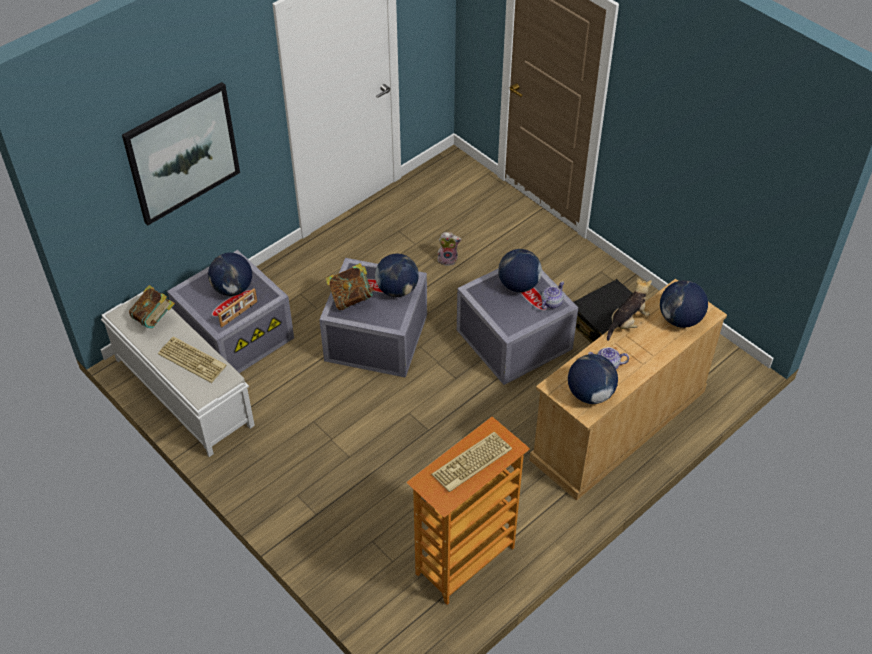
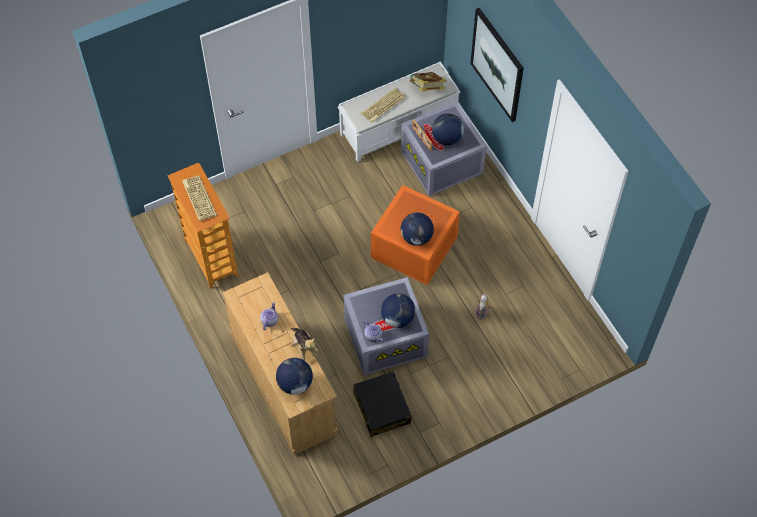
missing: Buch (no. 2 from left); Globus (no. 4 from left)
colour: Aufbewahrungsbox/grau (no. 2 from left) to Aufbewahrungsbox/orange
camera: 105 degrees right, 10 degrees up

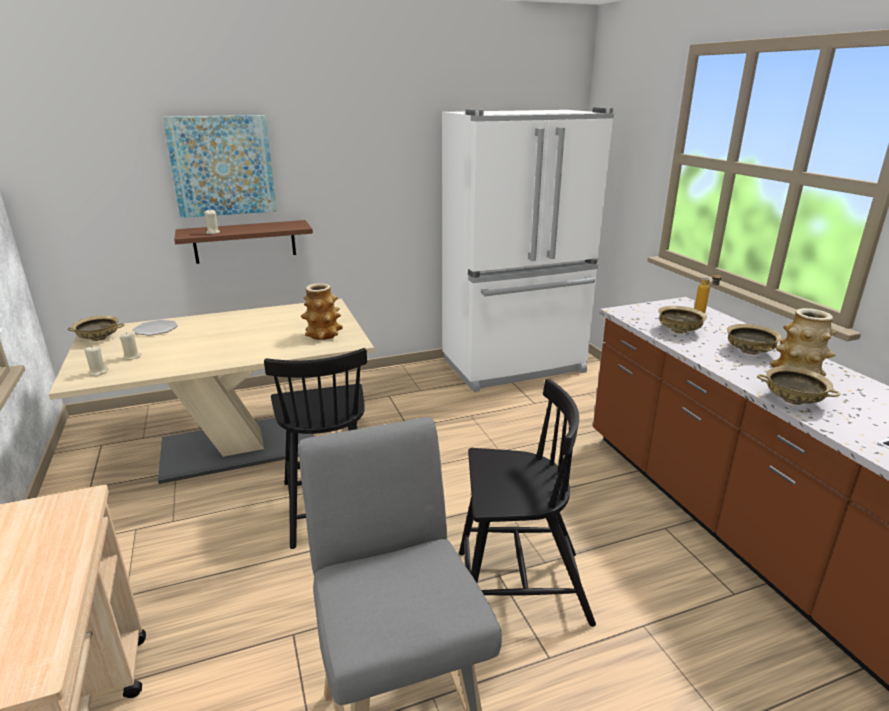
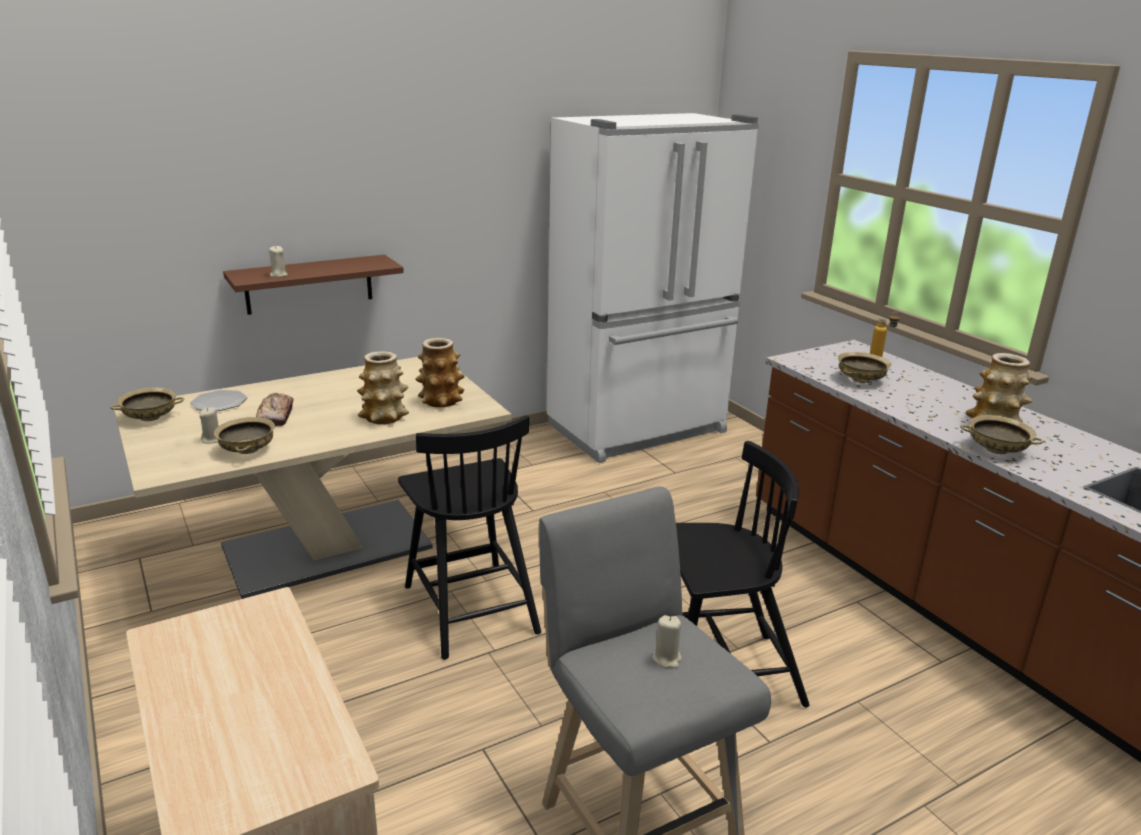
missing: Bild
appeared: Brot; Vase (no. 1 from left)
relocated: Schüssel/beige (no. 3 from left in the first image) to Schüssel/beige (no. 2 from left); Kerze/beige (no. 1 from left in the first image) to Kerze/beige (no. 3 from left)
camera: 10 degrees left, 0 degrees up

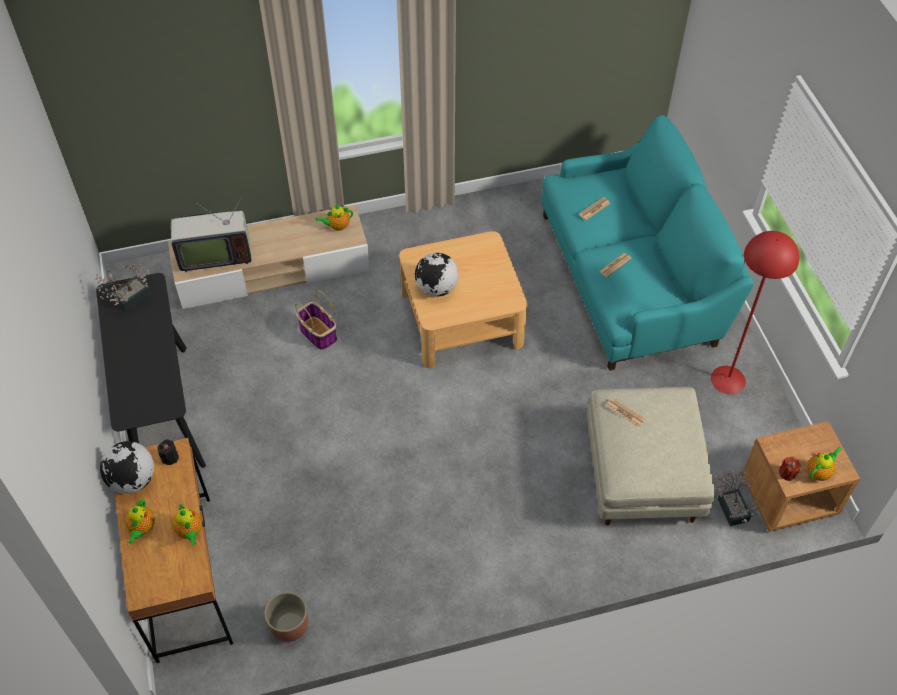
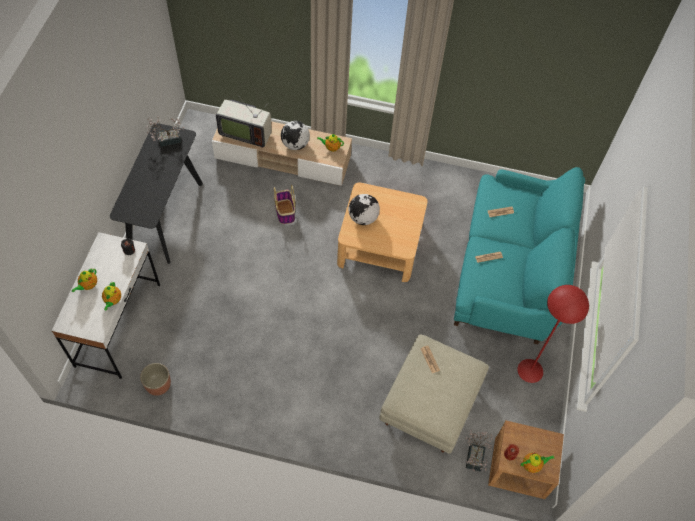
relocated: Globus (no. 1 from left)
colour: Schreibtisch/braun to Schreibtisch/weiß
camera: 25 degrees right, 5 degrees up

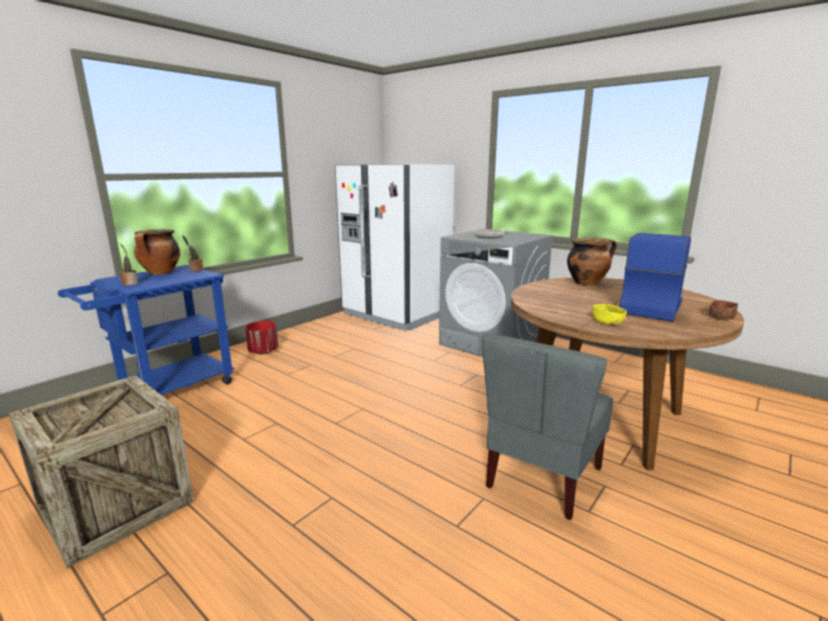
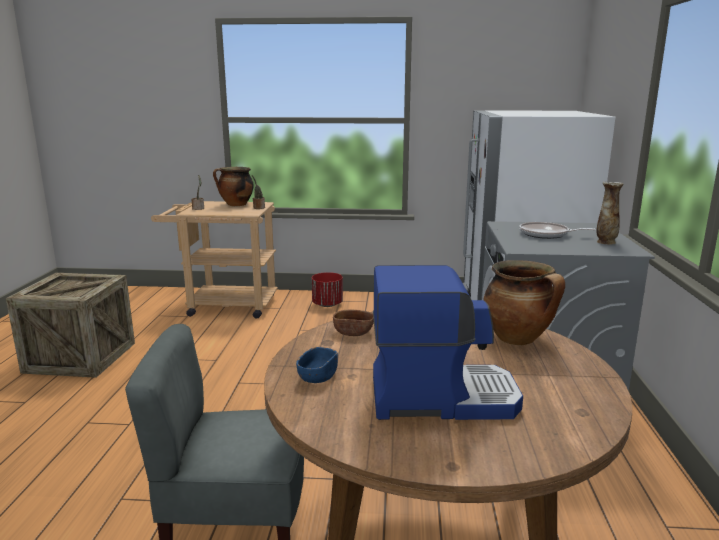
appeared: Vase
relocated: Schüssel/braun
colour: Rollwagen/blau to Rollwagen/beige; Schüssel/gelb to Schüssel/blau
camera: 55 degrees right, 0 degrees up

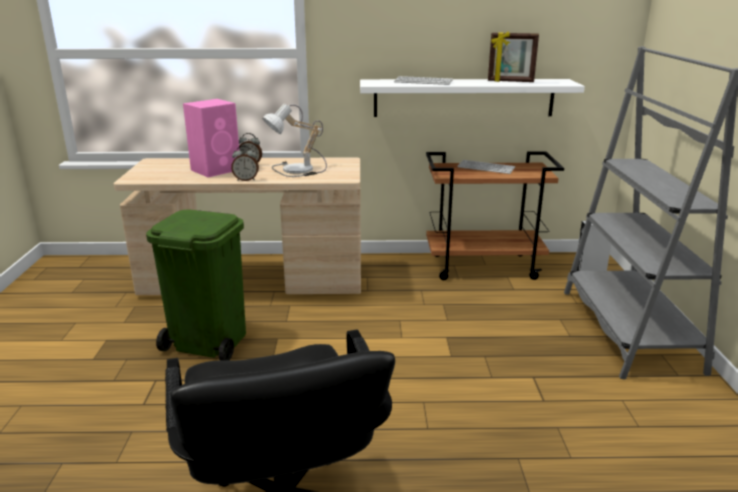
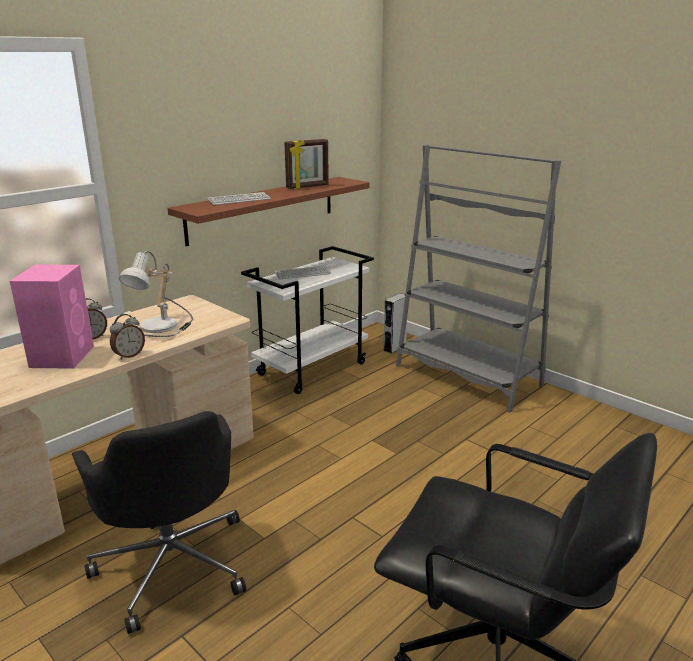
exchanged: Mülleimer/grün to Bürostuhl/schwarz (no. 1 from left)
colour: Wandregal/weiß to Wandregal/braun; Rollwagen/braun to Rollwagen/weiß
camera: 45 degrees left, 0 degrees up

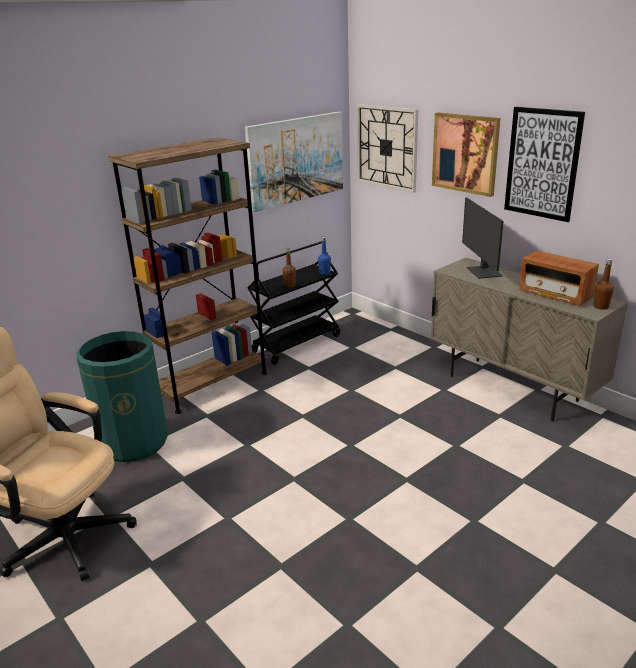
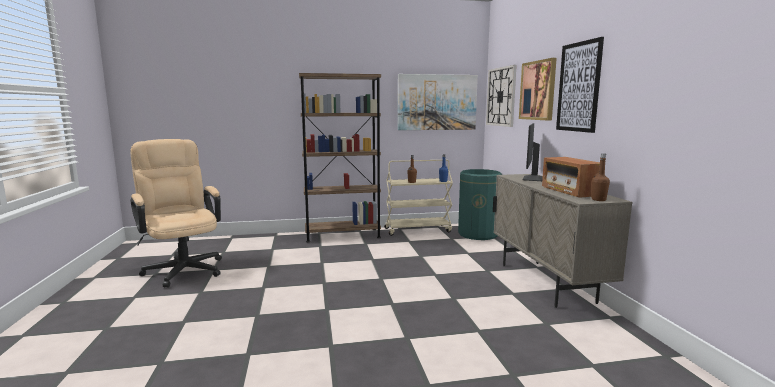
relocated: Mülleimer/grün
colour: Rollwagen/schwarz to Rollwagen/beige
camera: 30 degrees right, 15 degrees down

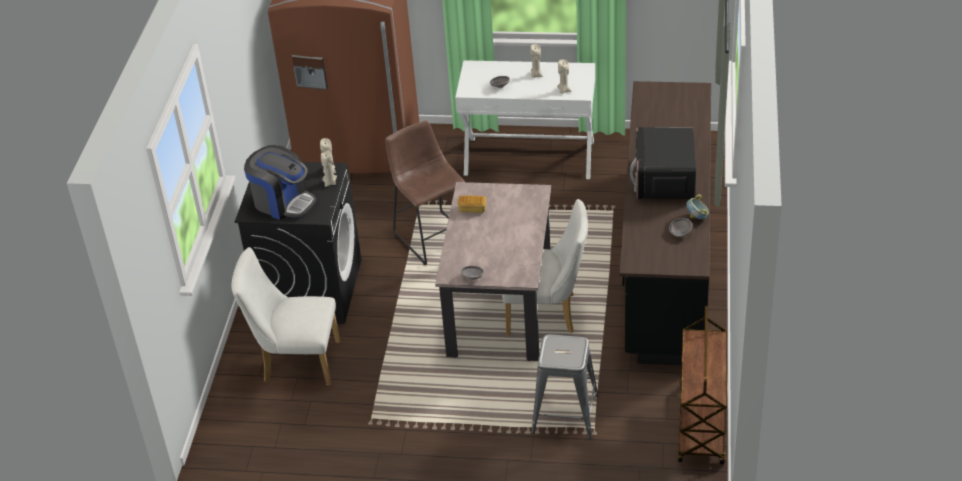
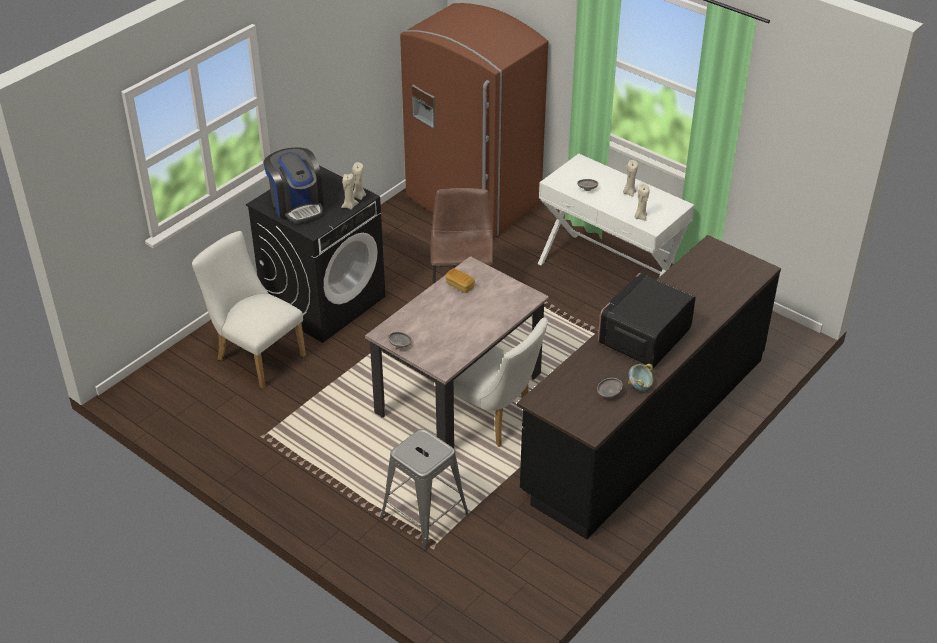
missing: Rollwagen/braun
camera: 30 degrees right, 0 degrees up

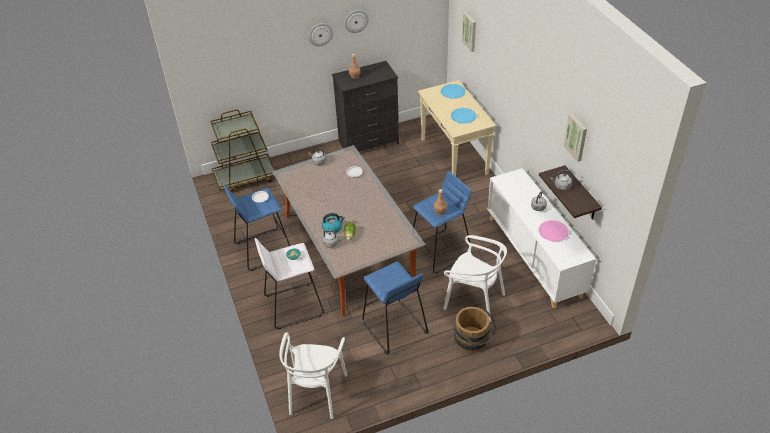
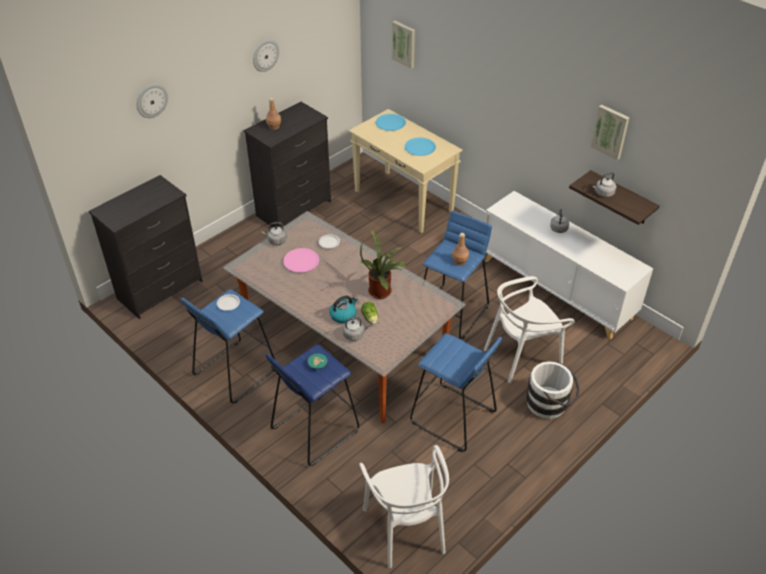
appeared: Topfpflanze
relocated: Wanduhr (no. 1 from left); Teller/rosa
exchanged: Rollwagen/braun to Kommode/schwarz (no. 1 from left)
colour: Hocker/weiß to Hocker/blau (no. 2 from left); Eimer/braun to Eimer/weiß
spun: Stuhl/weiß (no. 2 from left) 150 degrees clockwise
camera: 25 degrees left, 0 degrees up

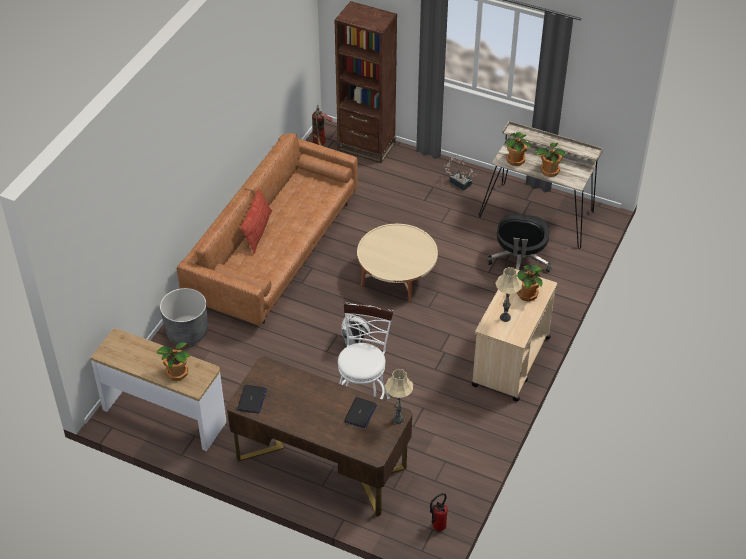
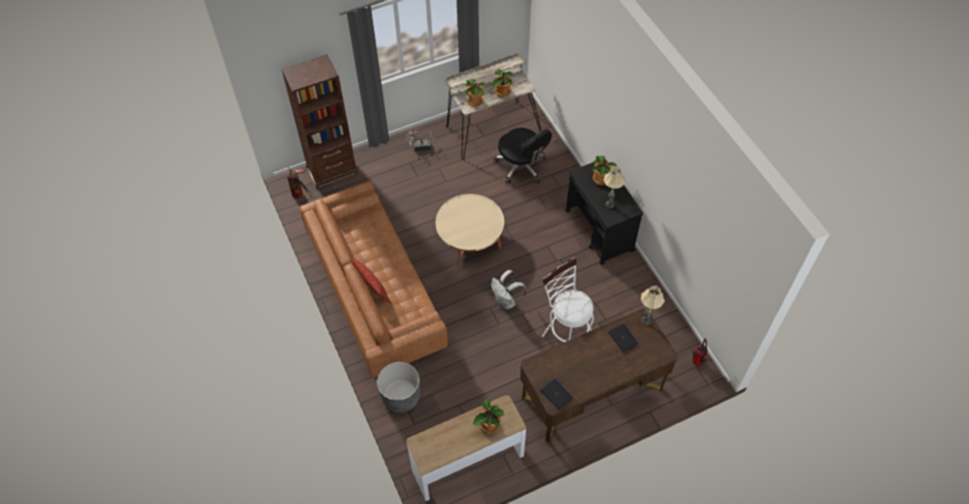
colour: Rollwagen/beige to Rollwagen/schwarz
camera: 50 degrees left, 10 degrees up

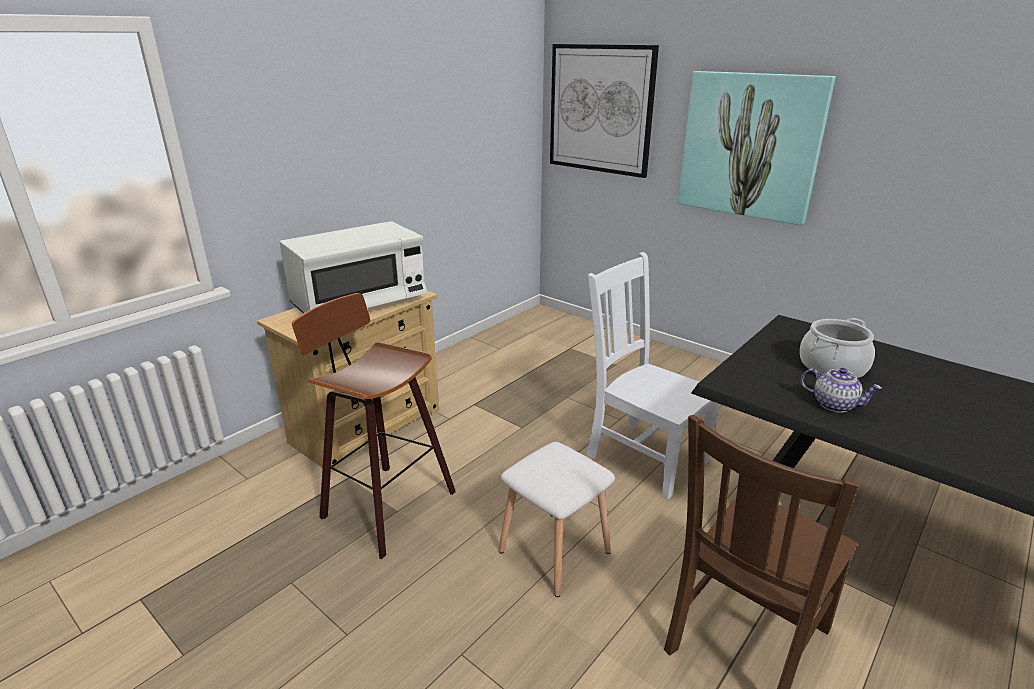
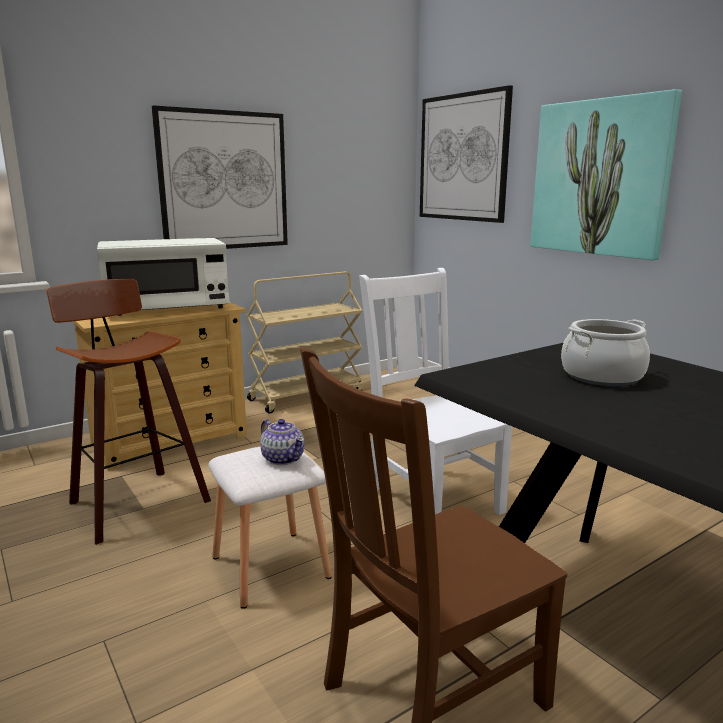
appeared: Bild (no. 1 from left); Rollwagen/beige
relocated: Teekanne
camera: 15 degrees right, 10 degrees down

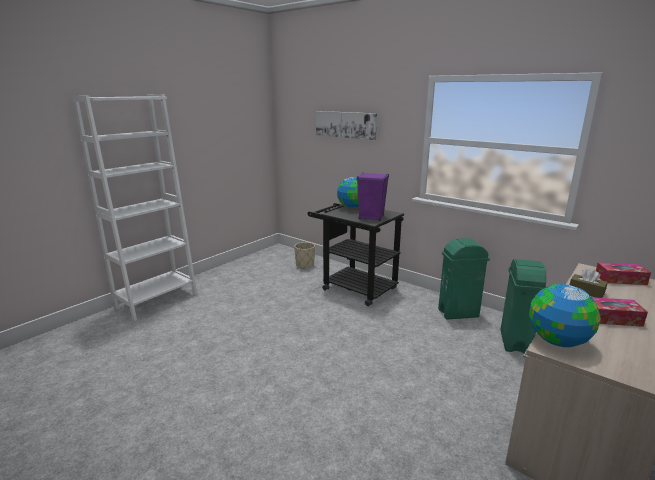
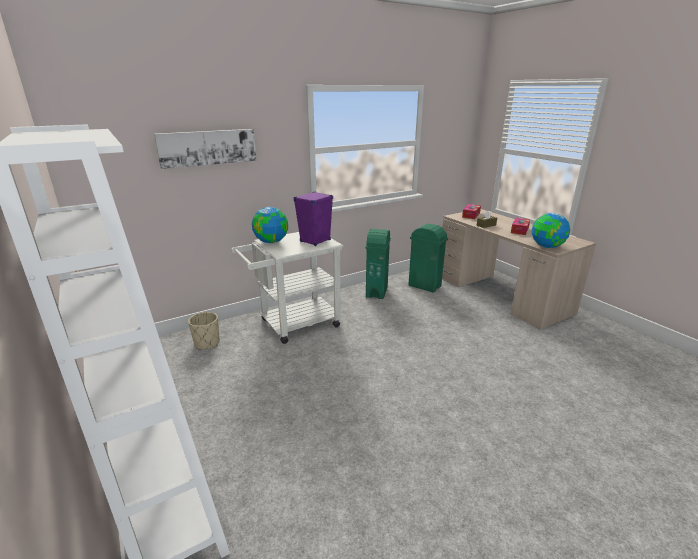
colour: Rollwagen/schwarz to Rollwagen/weiß
camera: 70 degrees left, 5 degrees up

